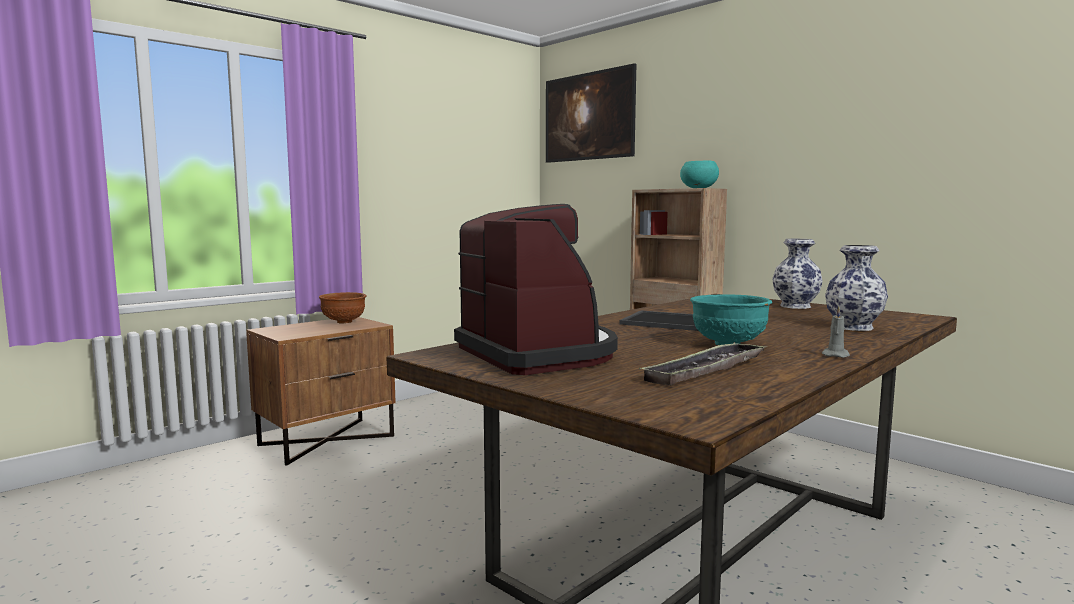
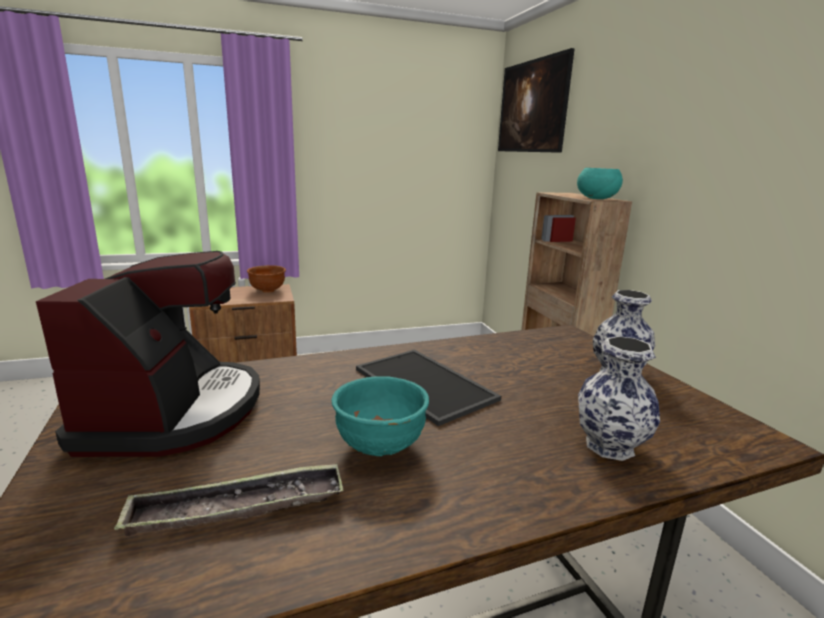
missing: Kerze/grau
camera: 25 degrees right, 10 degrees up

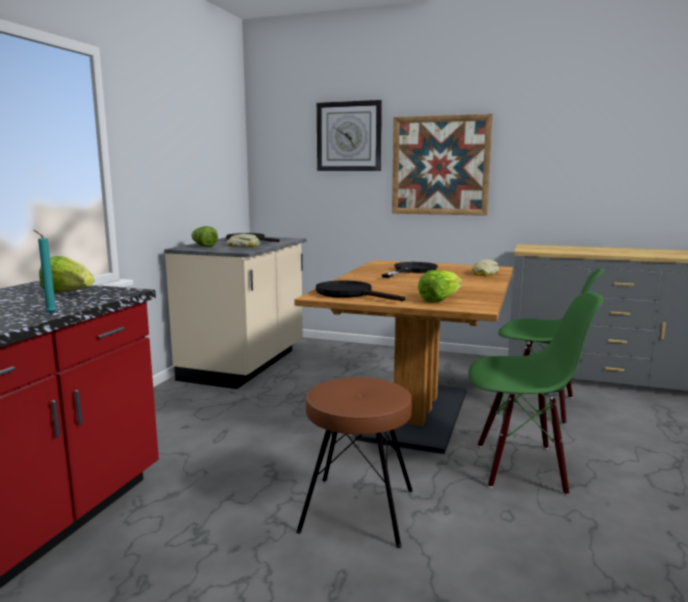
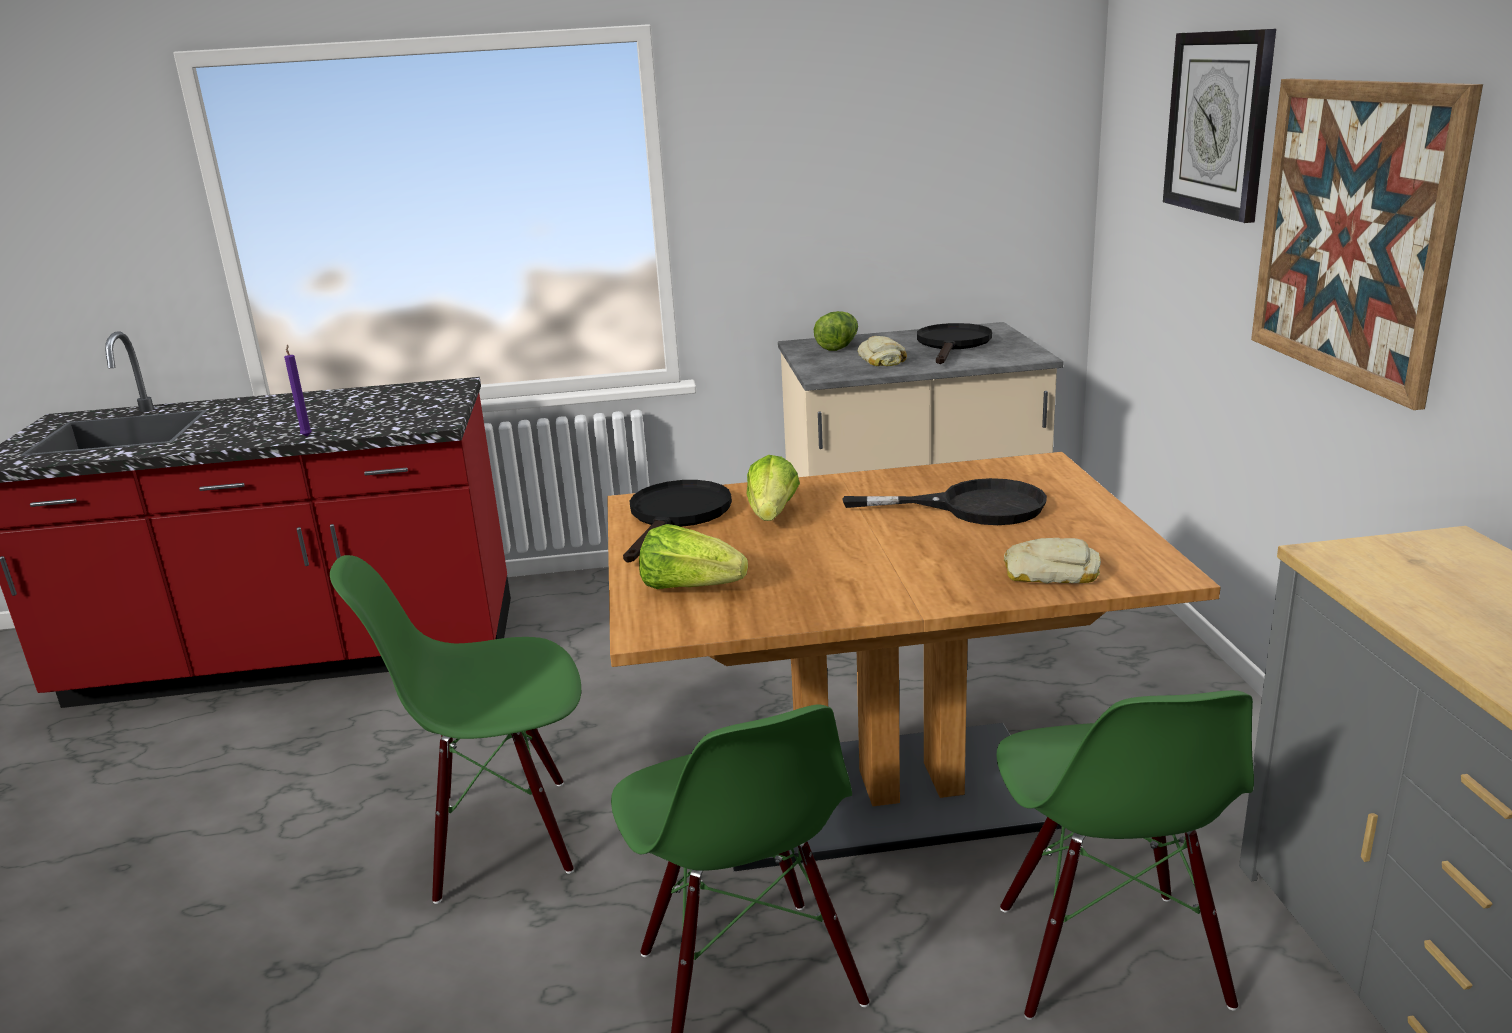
relocated: Salatkopf (no. 1 from left in the first image) to Salatkopf (no. 2 from left)
exchanged: Hocker/braun to Stuhl/grün (no. 1 from left)
colour: Kerze/türkis to Kerze/lila
camera: 65 degrees right, 10 degrees up

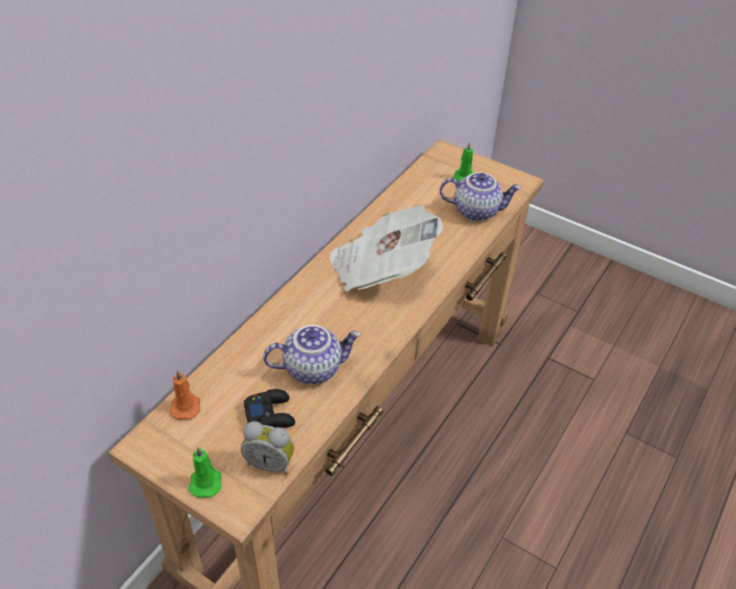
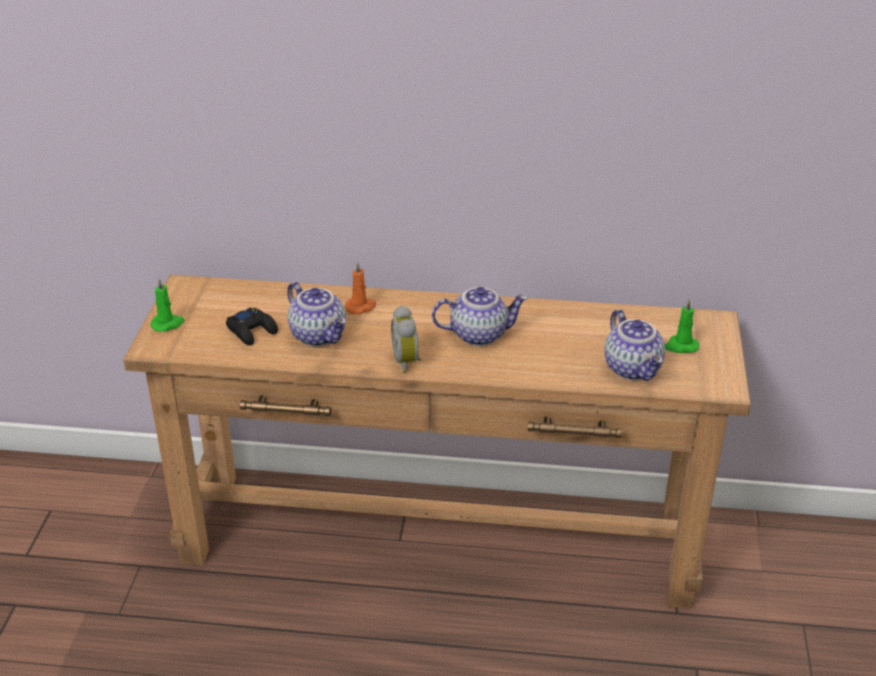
relocated: Kerze/orange; Wecker
exchanged: Zeitung to Teekanne (no. 2 from left)
camera: 65 degrees right, 10 degrees down

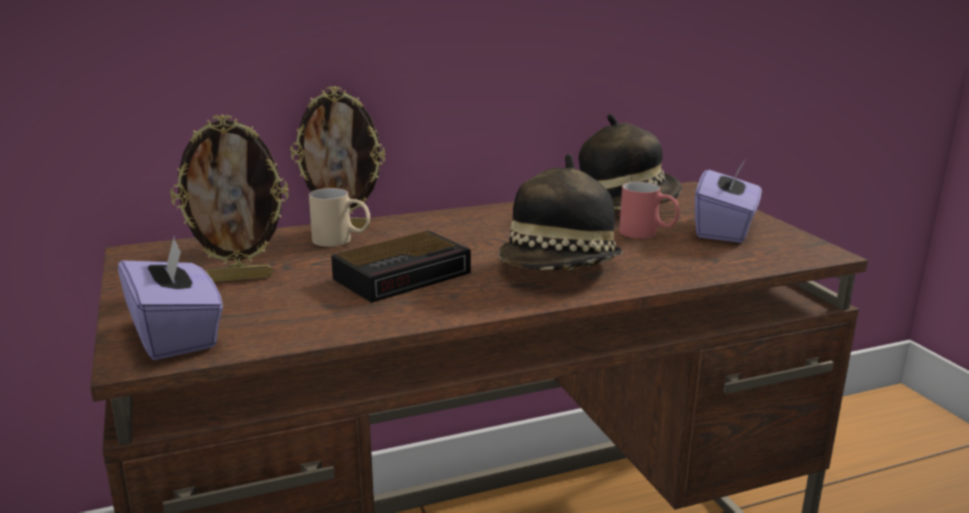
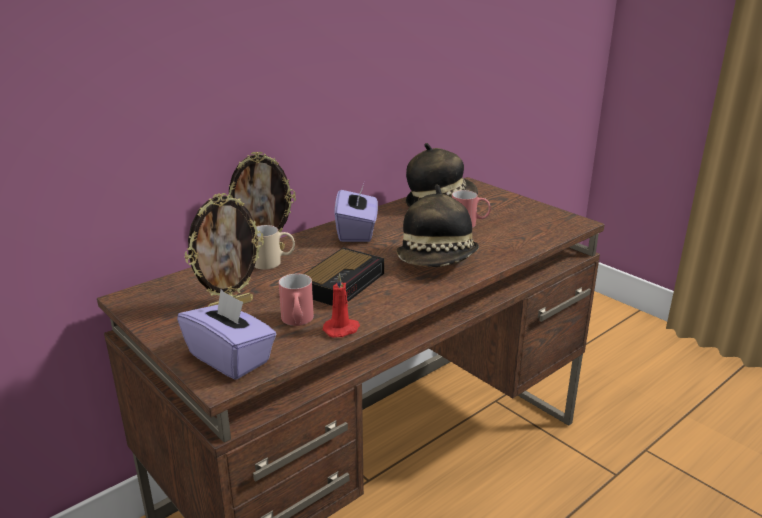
appeared: Henkelbecher/rot (no. 1 from left); Kerze/rot
relocated: Taschentuchbox/lila (no. 2 from left)
camera: 20 degrees left, 5 degrees up

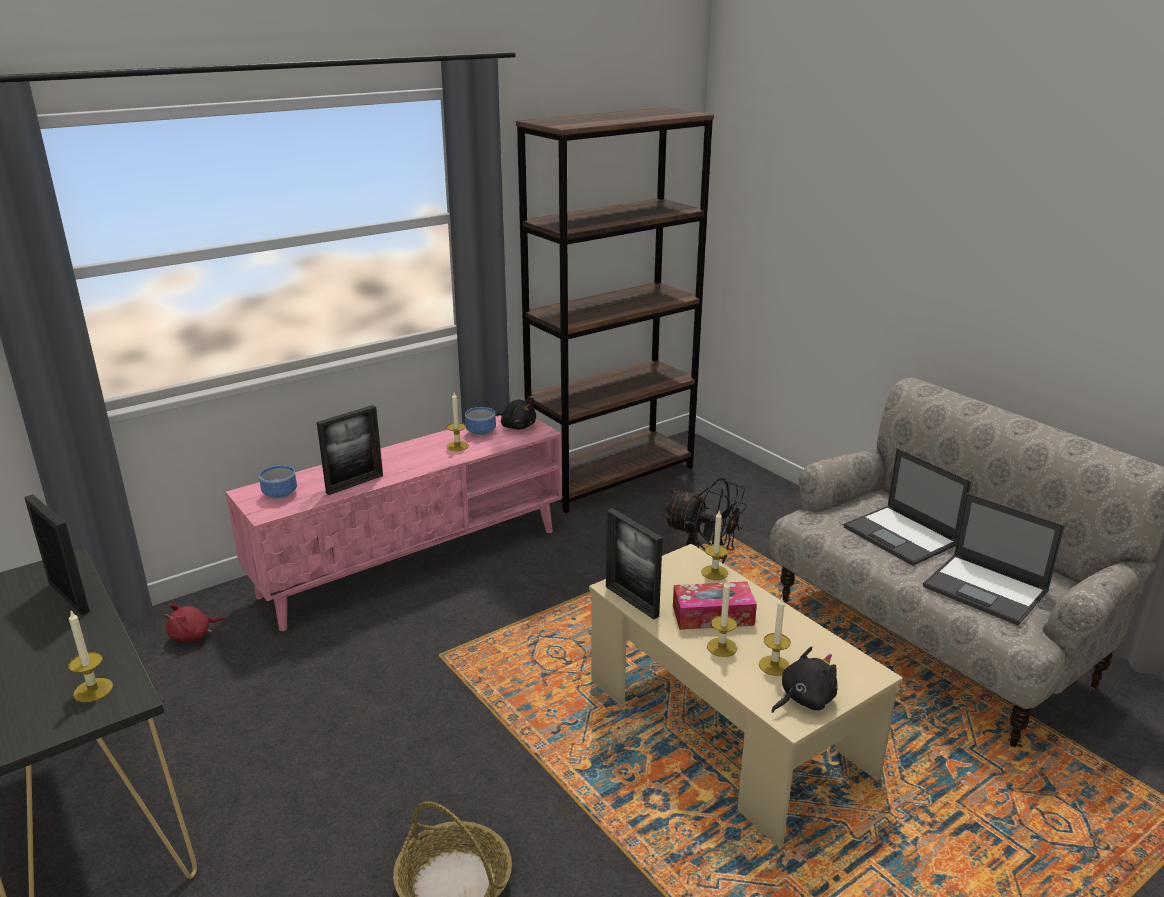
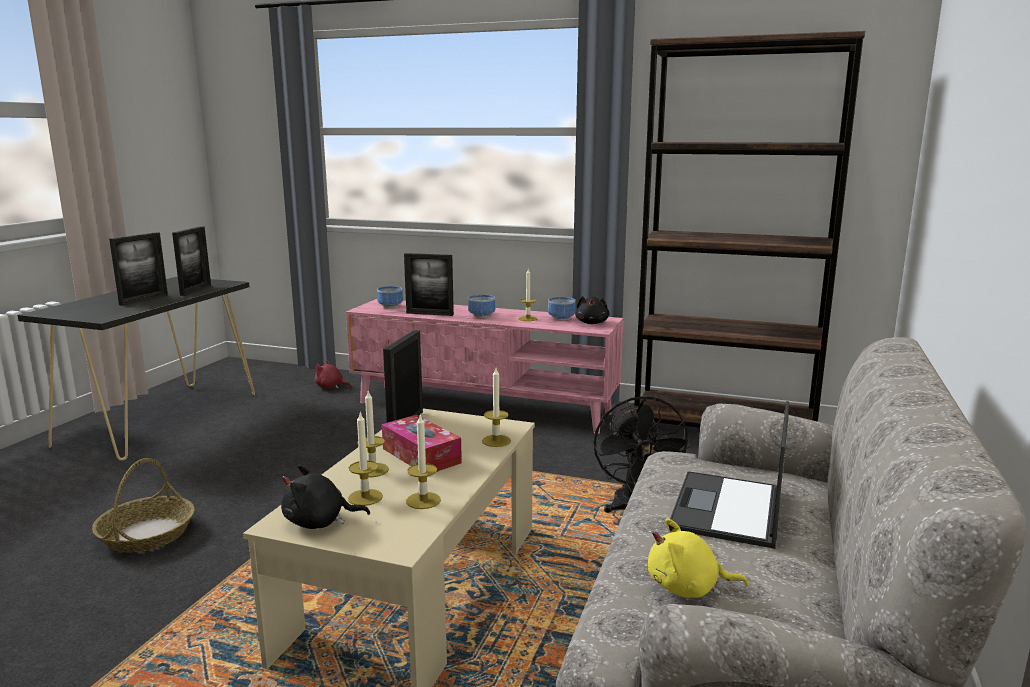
appeared: Bilderrahmen (no. 1 from left); Schüssel (no. 2 from left)
relocated: Kerze (no. 1 from left in the first image) to Kerze (no. 3 from left)
exchanged: Laptop (no. 2 from left) to Plüschtier/gelb
spun: Plüschtier/schwarz (no. 2 from left in the first image) 150 degrees clockwise
camera: 55 degrees right, 10 degrees down

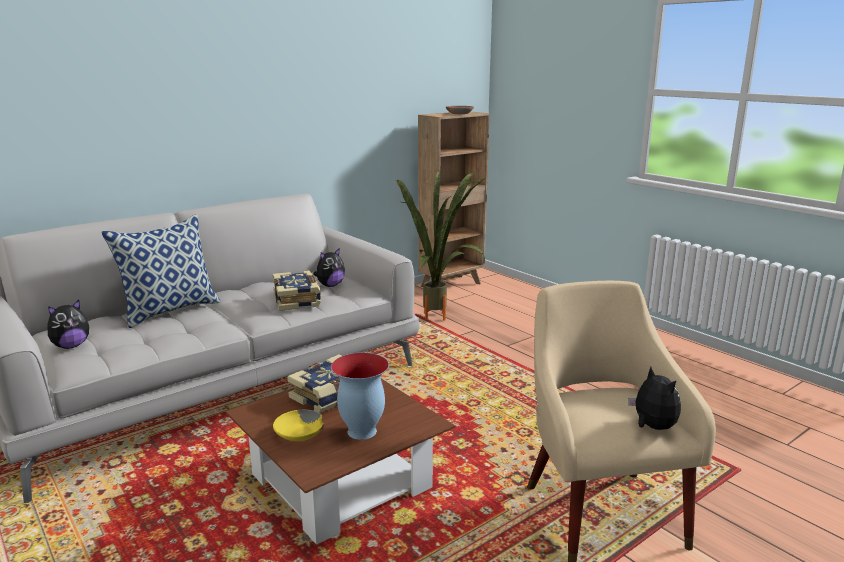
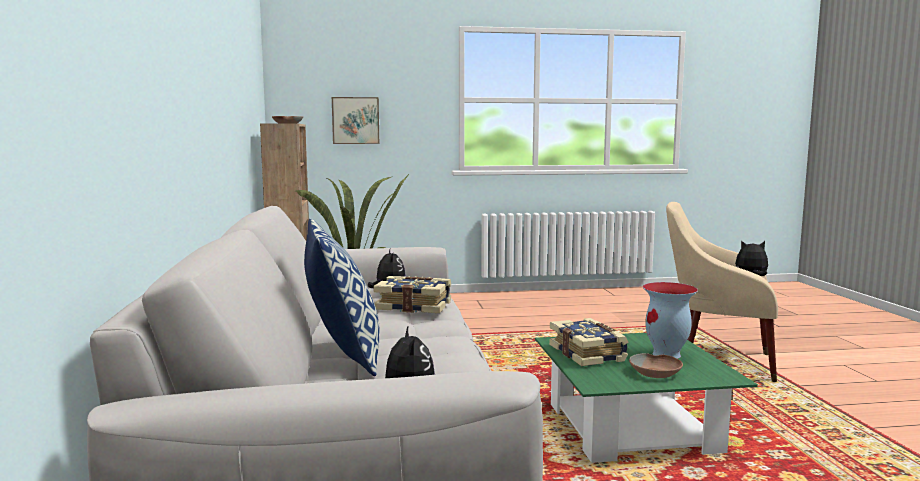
appeared: Bild
colour: Couchtisch/braun to Couchtisch/grün; Schüssel/gelb to Schüssel/braun (no. 2 from left)
camera: 60 degrees left, 10 degrees down

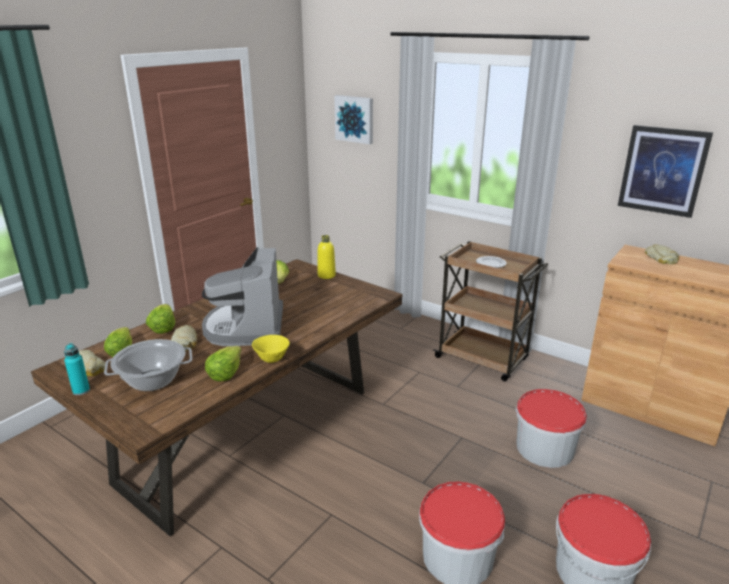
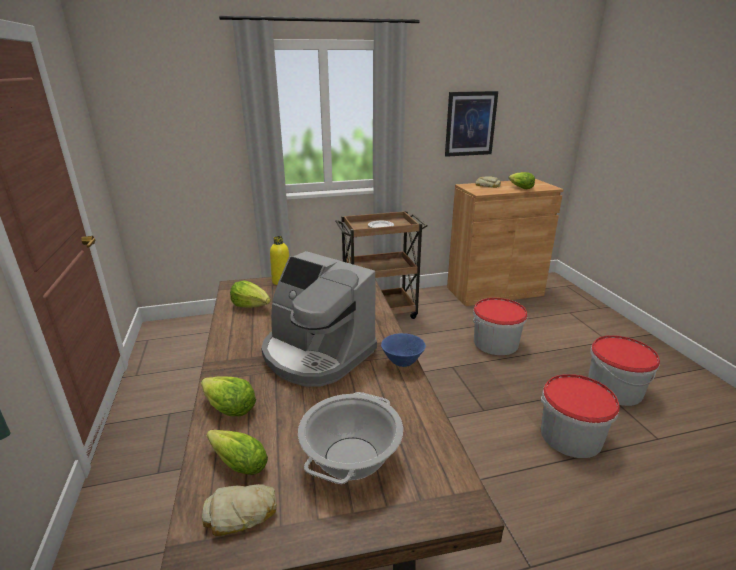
missing: Flasche/türkis; Brot (no. 2 from left); Bild (no. 1 from left)
relocated: Salatkopf (no. 3 from left in the first image) to Salatkopf (no. 4 from left)
colour: Schüssel/gelb to Schüssel/blau
camera: 50 degrees left, 0 degrees up

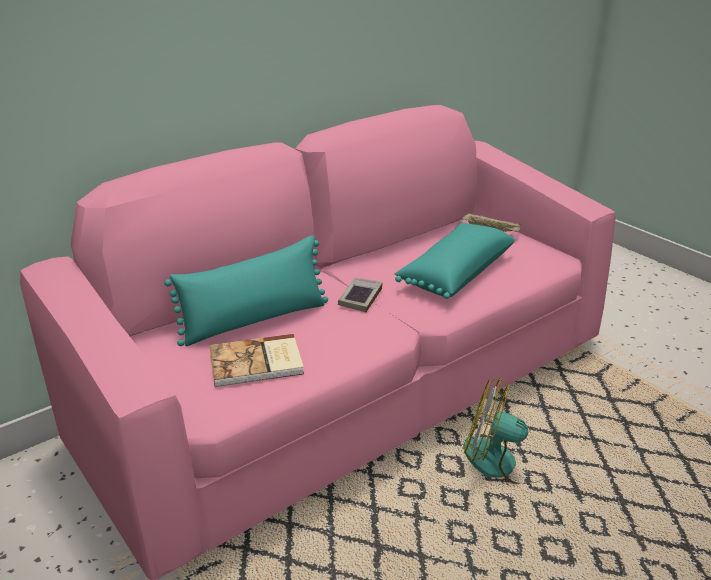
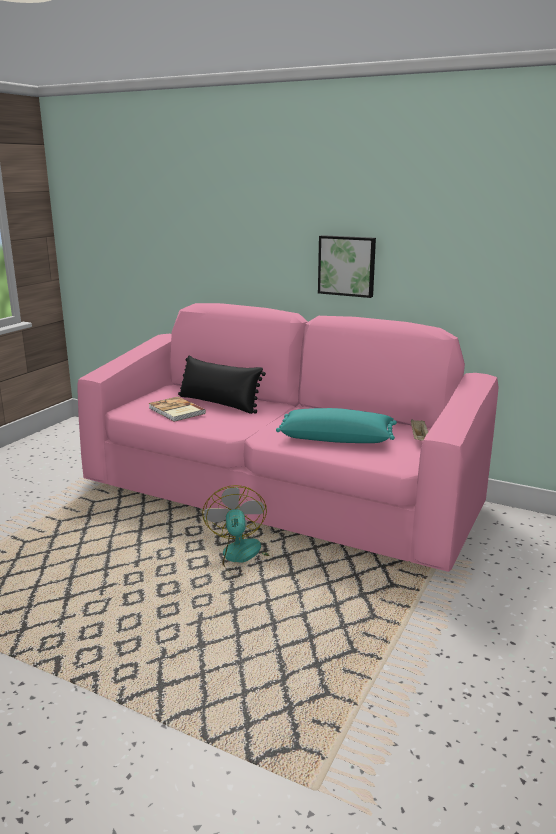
missing: Buch (no. 2 from left)
appeared: Bild
colour: Kissen/türkis (no. 1 from left) to Kissen/schwarz
camera: 65 degrees right, 10 degrees down

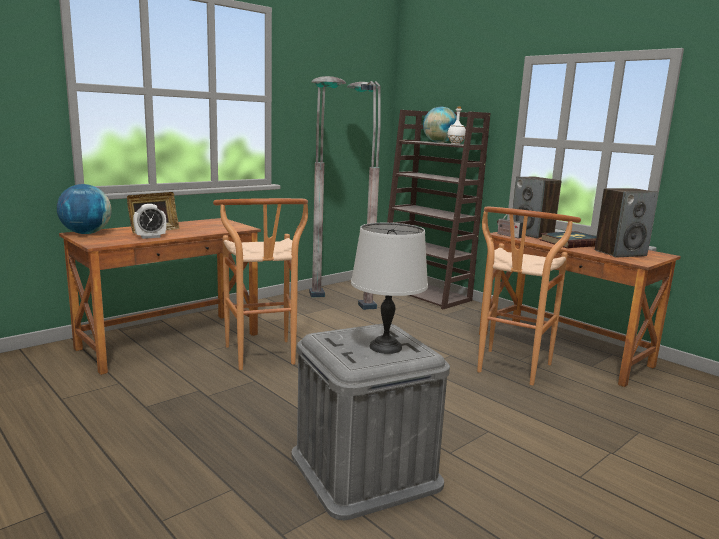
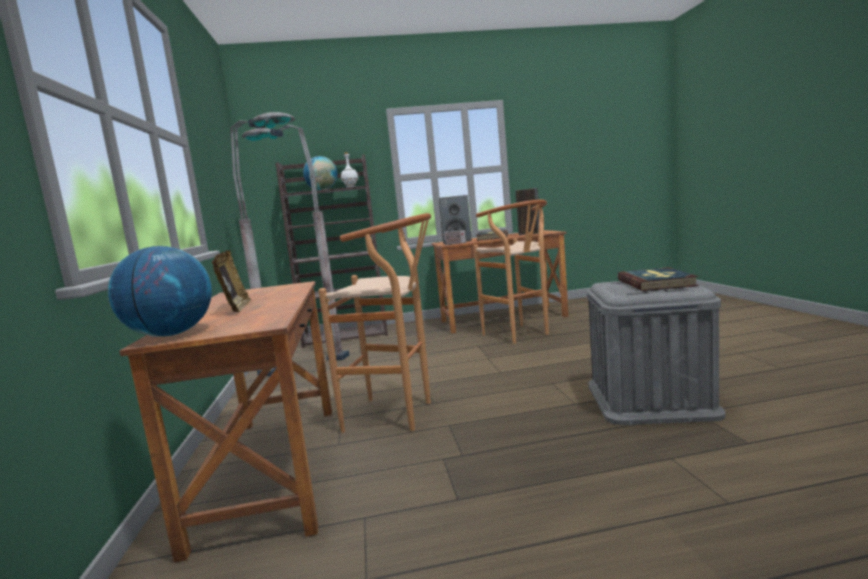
missing: Wecker
exchanged: Tischlampe/grau to Buch (no. 2 from left)
camera: 55 degrees left, 5 degrees down

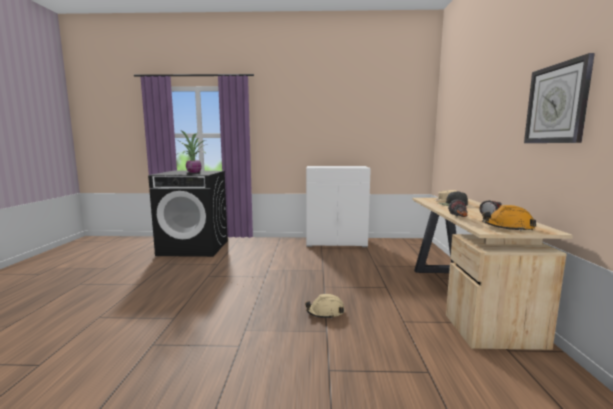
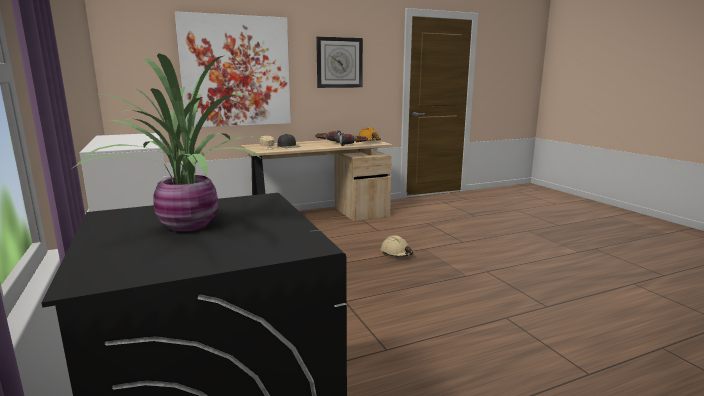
appeared: Bild
camera: 115 degrees left, 5 degrees up

